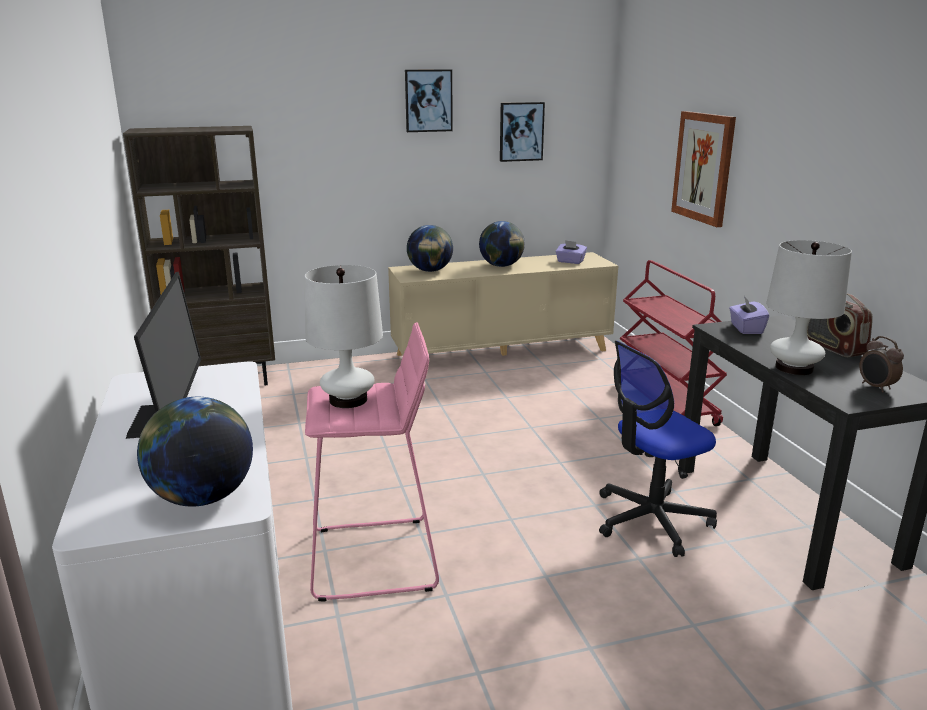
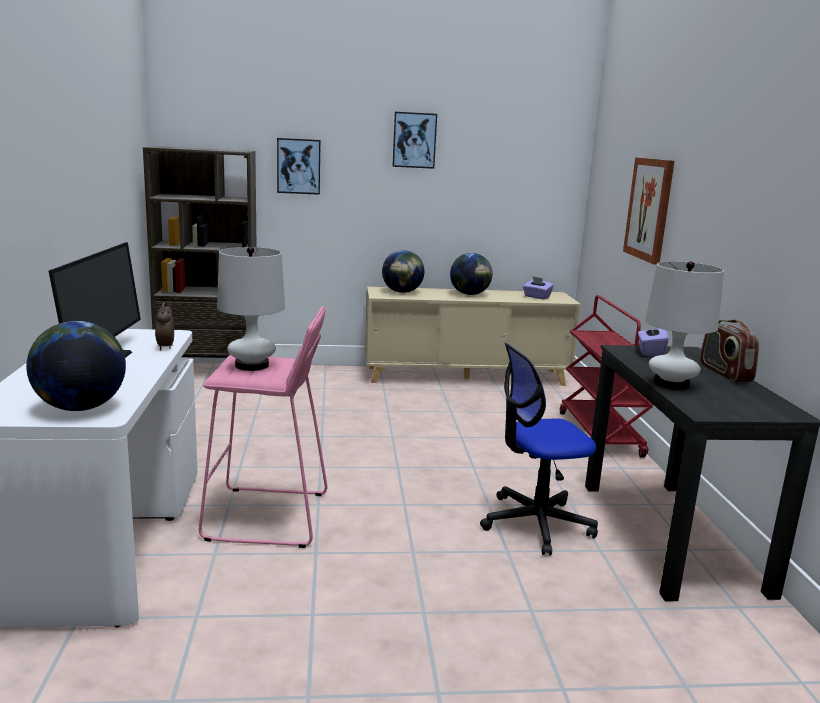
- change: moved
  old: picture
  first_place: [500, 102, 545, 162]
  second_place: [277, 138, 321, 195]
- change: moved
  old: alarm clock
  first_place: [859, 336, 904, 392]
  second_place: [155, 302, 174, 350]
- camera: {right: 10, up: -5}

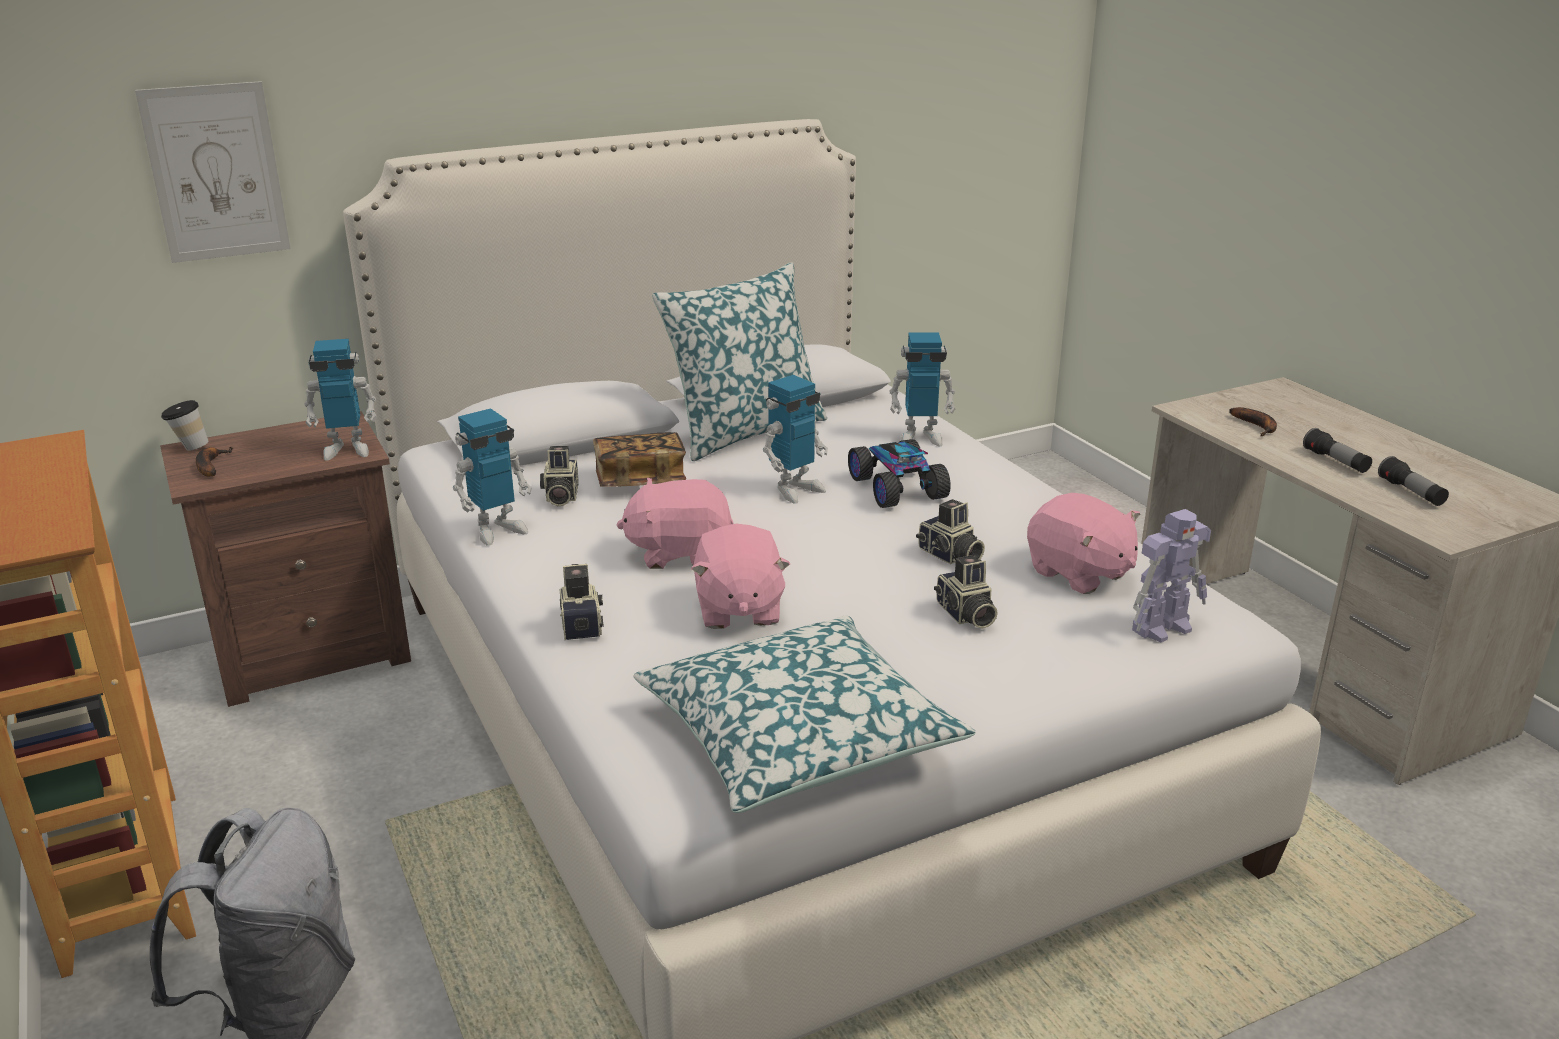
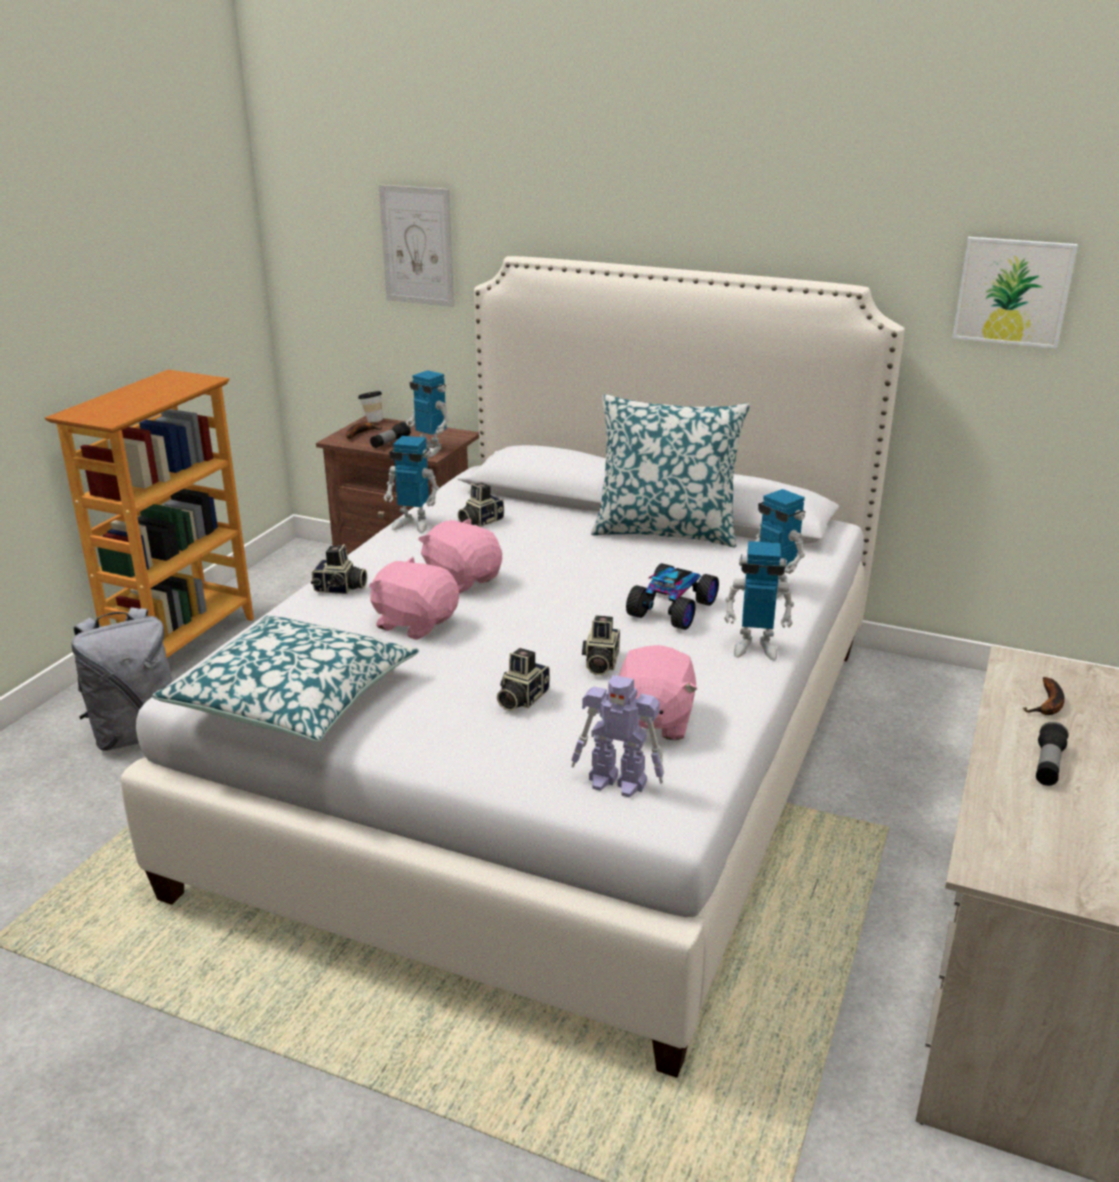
- change: turned
  old: photo camera
  first_place: [560, 564, 604, 640]
  second_place: [311, 544, 367, 594]
  degrees: 60
- change: removed
  old: book
  first_place: [593, 432, 686, 487]
- change: turned
  old: plush toy (pink)
  first_place: [691, 524, 790, 629]
  second_place: [369, 557, 459, 640]
  degrees: 75
- change: moved
  old: toy robot
  first_place: [763, 375, 828, 503]
  second_place: [724, 541, 794, 661]
- change: moved
  old: flashlight
  first_place: [1378, 456, 1449, 506]
  second_place: [370, 421, 411, 448]
- change: added
  new: picture
  second_place: [952, 237, 1078, 349]
- camera: {right: 50, up: 0}

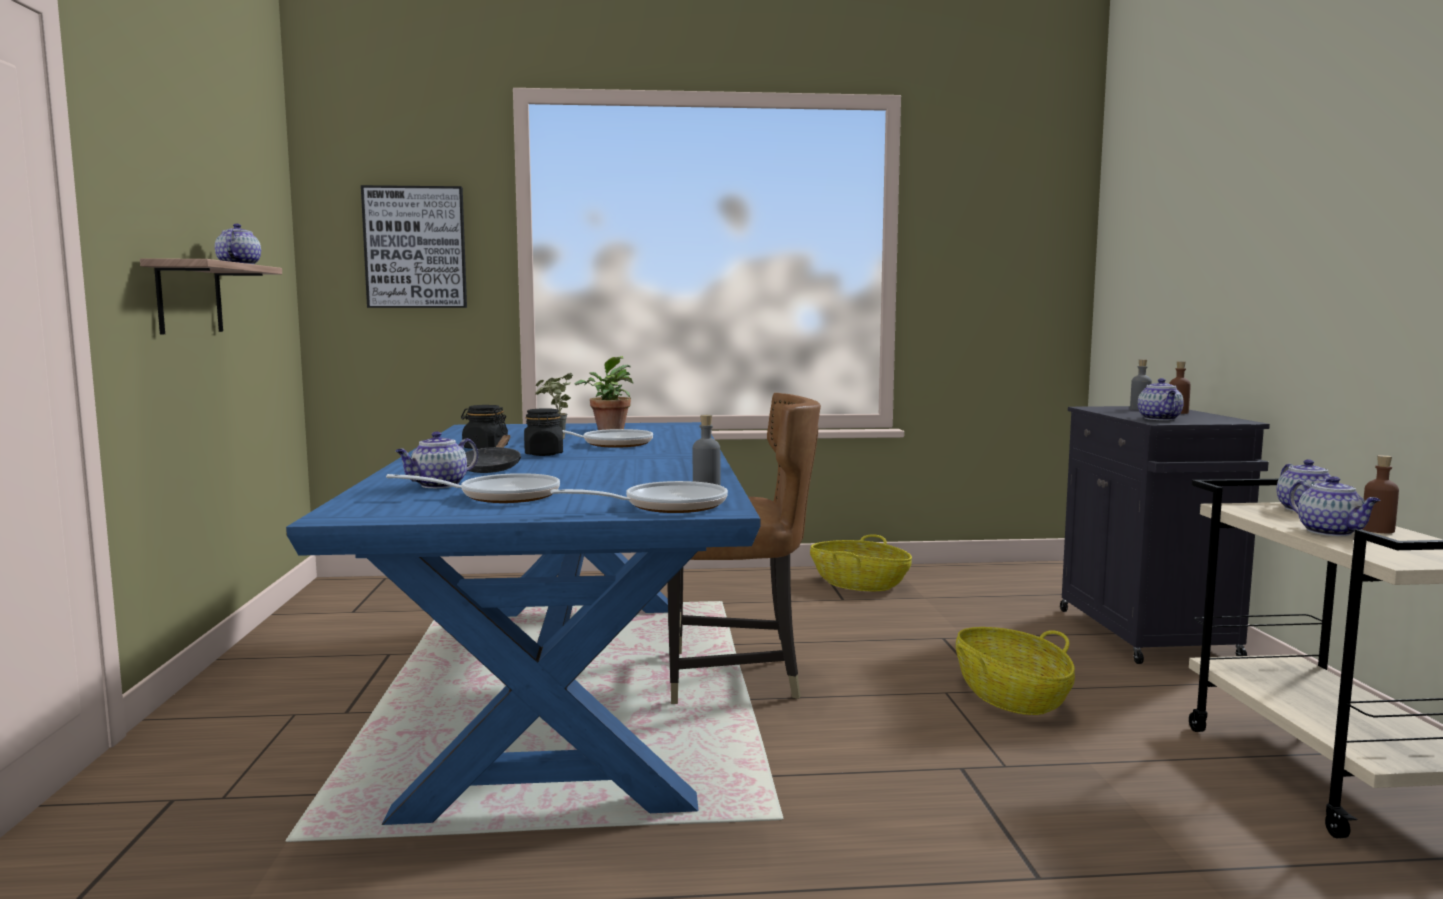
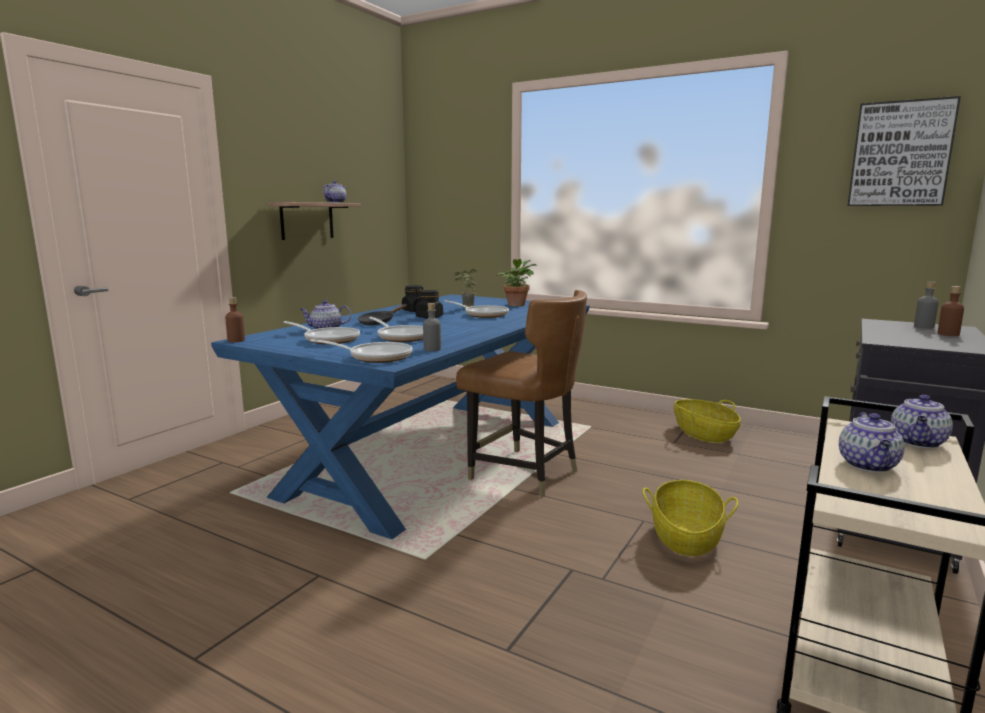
- change: moved
  old: picture
  first_place: [361, 185, 467, 308]
  second_place: [847, 96, 961, 206]
- change: removed
  old: teapot
  first_place: [1138, 378, 1184, 421]
- change: moved
  old: bottle (brown)
  first_place: [1362, 455, 1399, 533]
  second_place: [225, 297, 245, 342]
- change: added
  new: frying pan
  second_place: [369, 317, 423, 342]
- camera: {right: 35, up: 5}

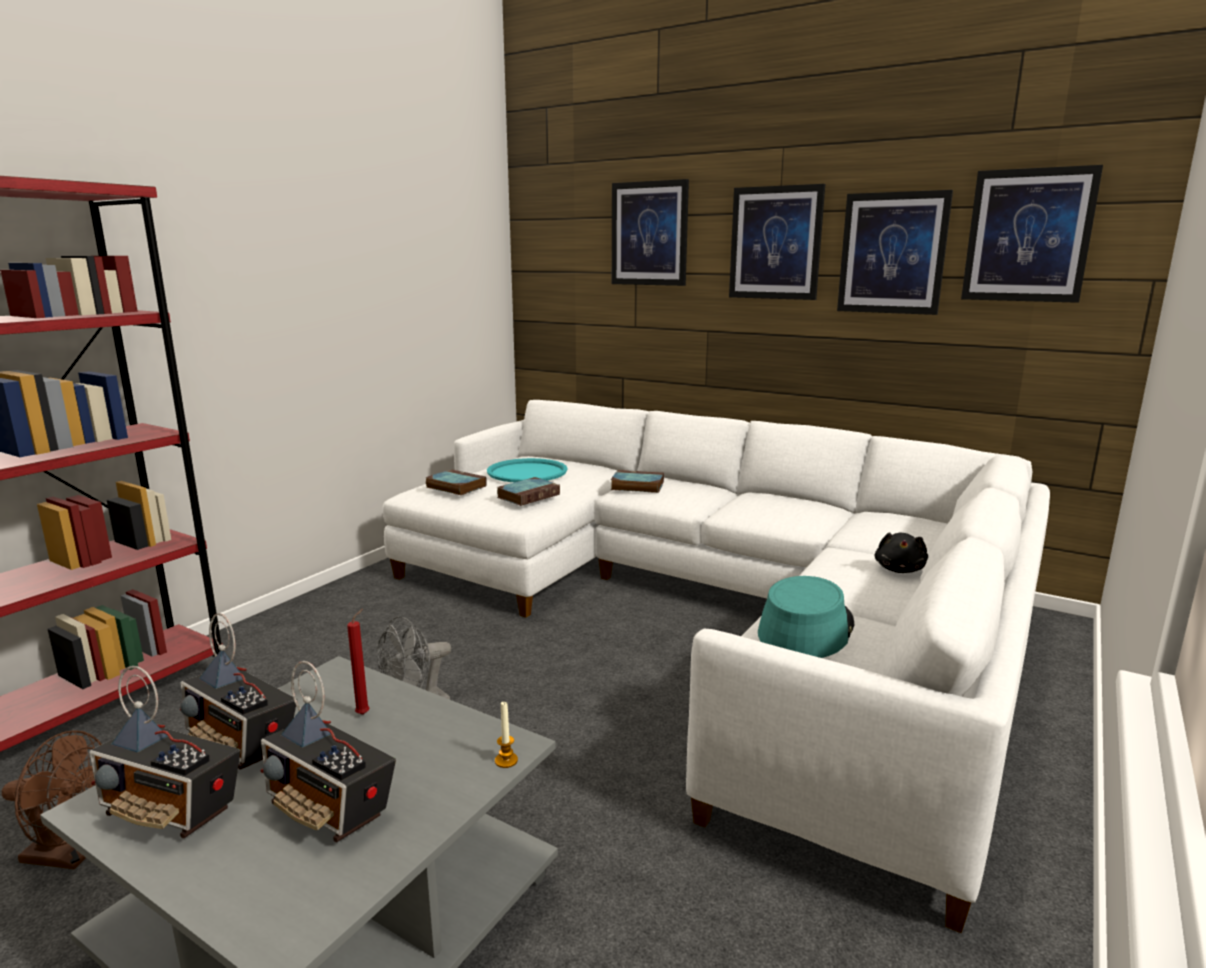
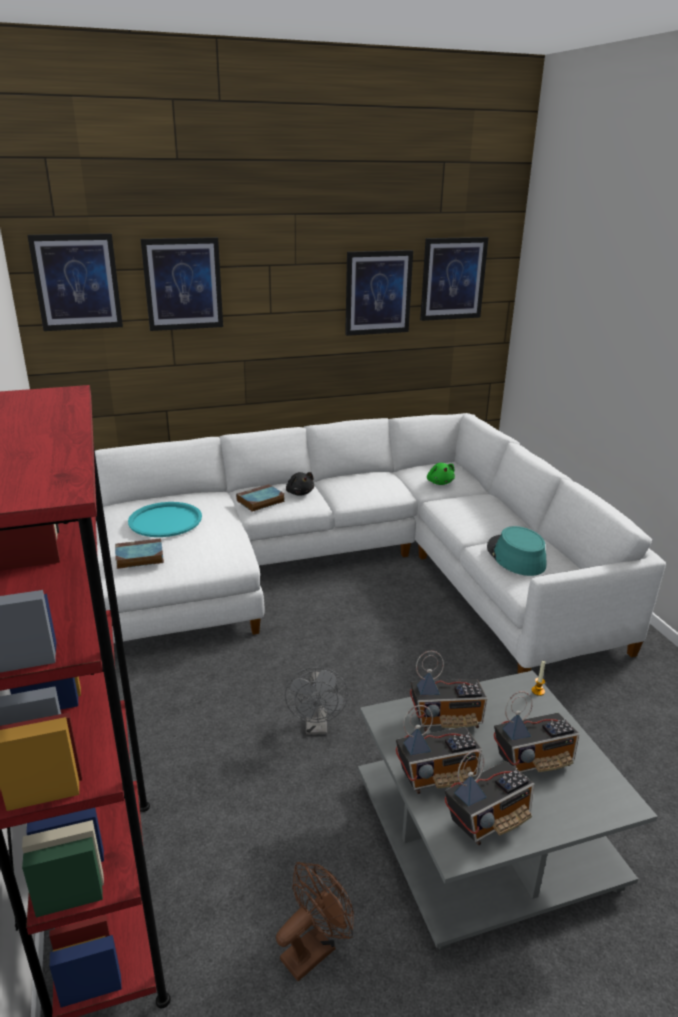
- change: replaced
  old: candle (red)
  new: radio
  first_place: [347, 609, 370, 715]
  second_place: [410, 651, 487, 731]
- change: removed
  old: book
  first_place: [497, 477, 560, 506]
- change: moved
  old: picture
  first_place: [729, 184, 825, 300]
  second_place: [27, 233, 123, 331]
- change: moved
  old: plush toy (black)
  first_place: [875, 532, 928, 573]
  second_place: [286, 472, 314, 495]
- change: added
  new: plush toy (green)
  second_place: [427, 463, 455, 485]
- camera: {right: -50, up: 10}

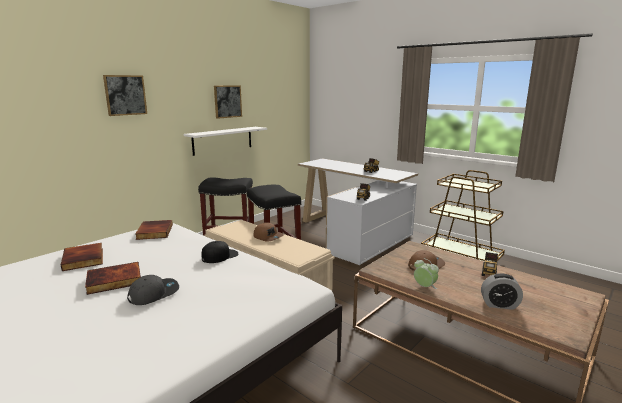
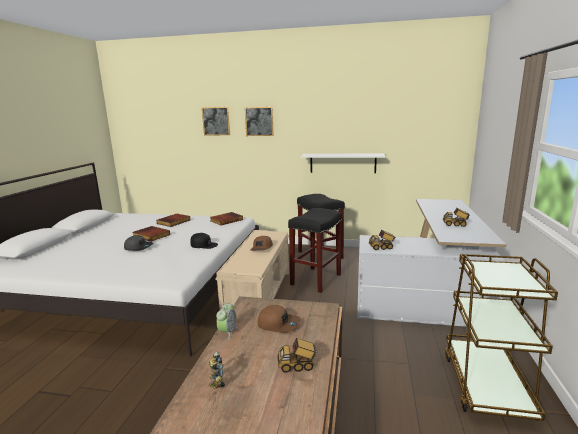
- change: moved
  old: picture
  first_place: [214, 85, 242, 119]
  second_place: [202, 107, 230, 136]
- change: replaced
  old: alarm clock
  new: toy robot
  first_place: [481, 273, 523, 310]
  second_place: [209, 351, 225, 389]
- camera: {right: 60, up: 0}

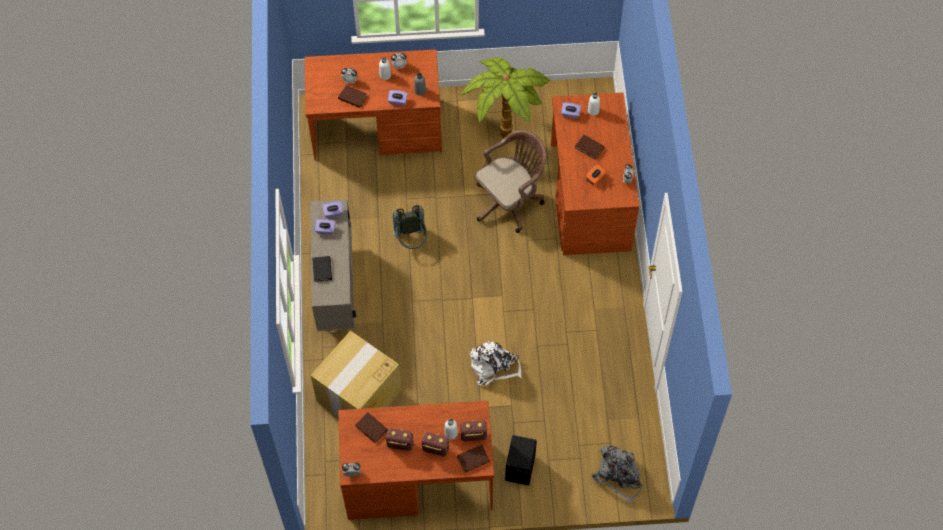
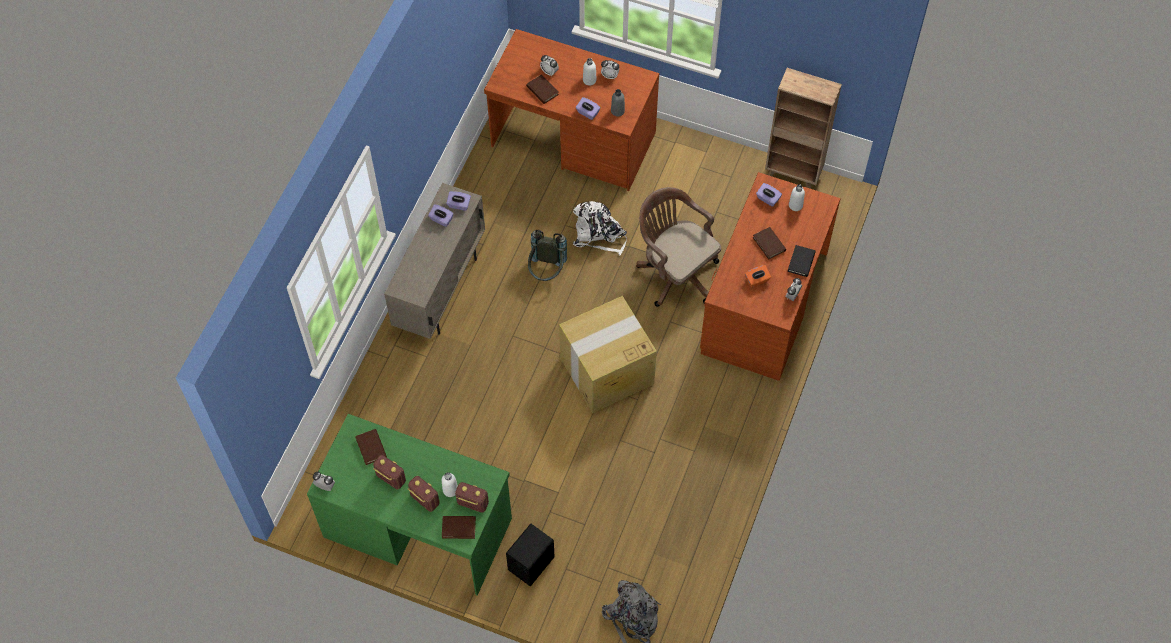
- change: moved
  old: cardboard box
  first_place: [311, 331, 402, 416]
  second_place: [559, 296, 657, 413]
- change: moved
  old: book (black)
  first_place: [312, 256, 332, 282]
  second_place: [787, 245, 816, 277]
- change: recoloured
  old: desk (brown)
  new: desk (green)
  first_place: [338, 401, 494, 520]
  second_place: [307, 414, 512, 596]
- change: removed
  old: potted plant
  first_place: [460, 58, 550, 138]
- change: moved
  old: backpack (white)
  first_place: [470, 341, 521, 386]
  second_place: [572, 201, 627, 256]
- change: turned
  old: office chair (brown)
  first_place: [475, 130, 546, 233]
  second_place: [636, 187, 721, 307]
  degrees: -120
- change: added
  new: bookcase (brown)
  second_place: [765, 68, 842, 189]
- camera: {right: 25, up: 0}

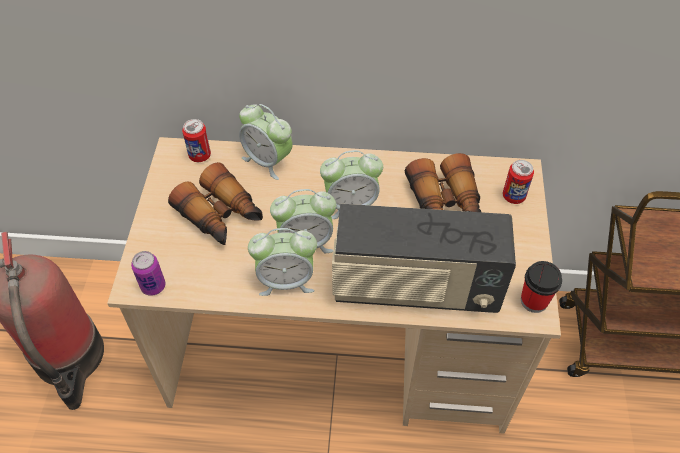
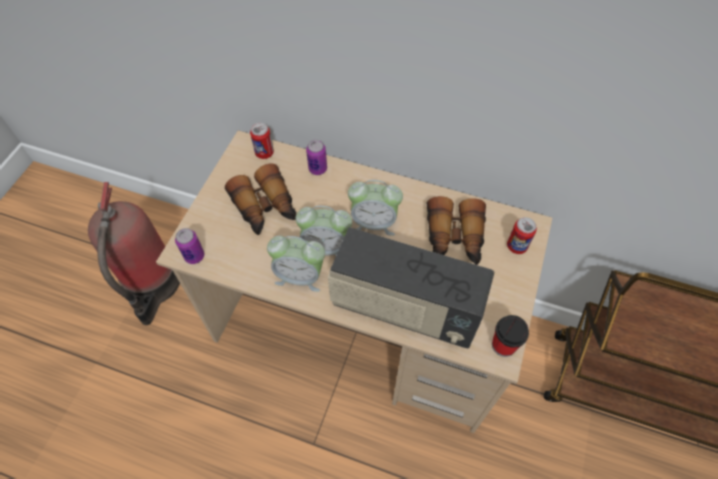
- change: replaced
  old: alarm clock
  new: can
  first_place: [239, 104, 293, 180]
  second_place: [306, 140, 327, 175]
- camera: {right: 15, up: 5}

